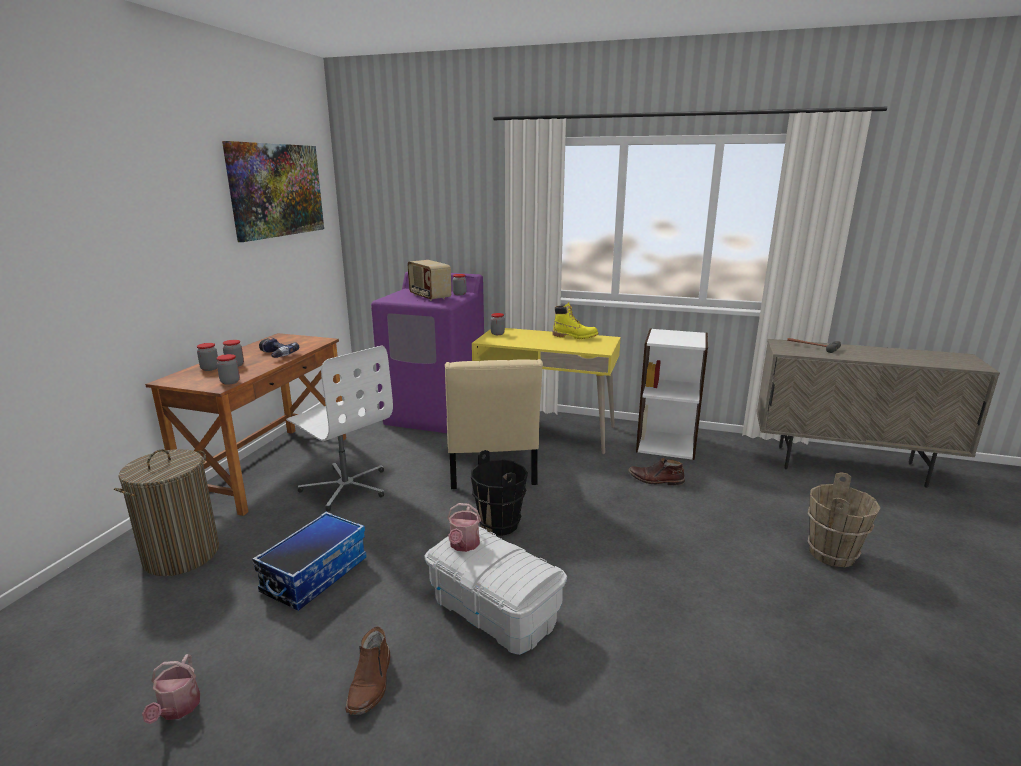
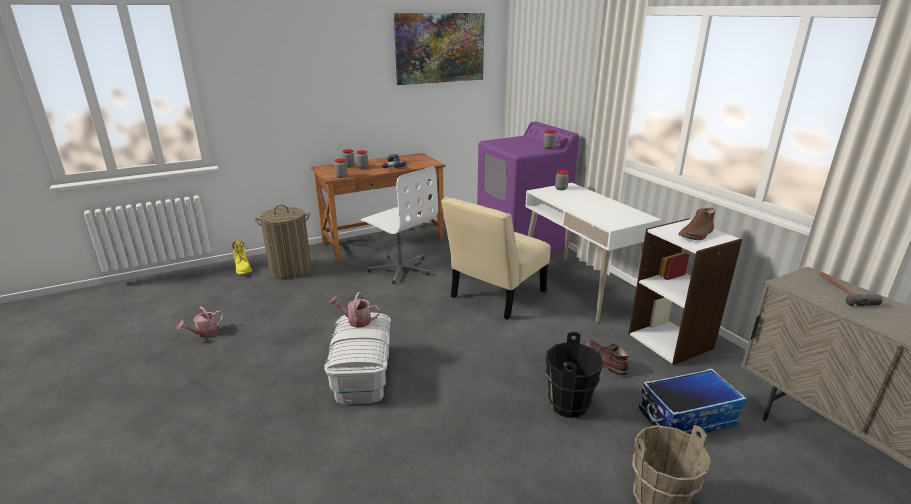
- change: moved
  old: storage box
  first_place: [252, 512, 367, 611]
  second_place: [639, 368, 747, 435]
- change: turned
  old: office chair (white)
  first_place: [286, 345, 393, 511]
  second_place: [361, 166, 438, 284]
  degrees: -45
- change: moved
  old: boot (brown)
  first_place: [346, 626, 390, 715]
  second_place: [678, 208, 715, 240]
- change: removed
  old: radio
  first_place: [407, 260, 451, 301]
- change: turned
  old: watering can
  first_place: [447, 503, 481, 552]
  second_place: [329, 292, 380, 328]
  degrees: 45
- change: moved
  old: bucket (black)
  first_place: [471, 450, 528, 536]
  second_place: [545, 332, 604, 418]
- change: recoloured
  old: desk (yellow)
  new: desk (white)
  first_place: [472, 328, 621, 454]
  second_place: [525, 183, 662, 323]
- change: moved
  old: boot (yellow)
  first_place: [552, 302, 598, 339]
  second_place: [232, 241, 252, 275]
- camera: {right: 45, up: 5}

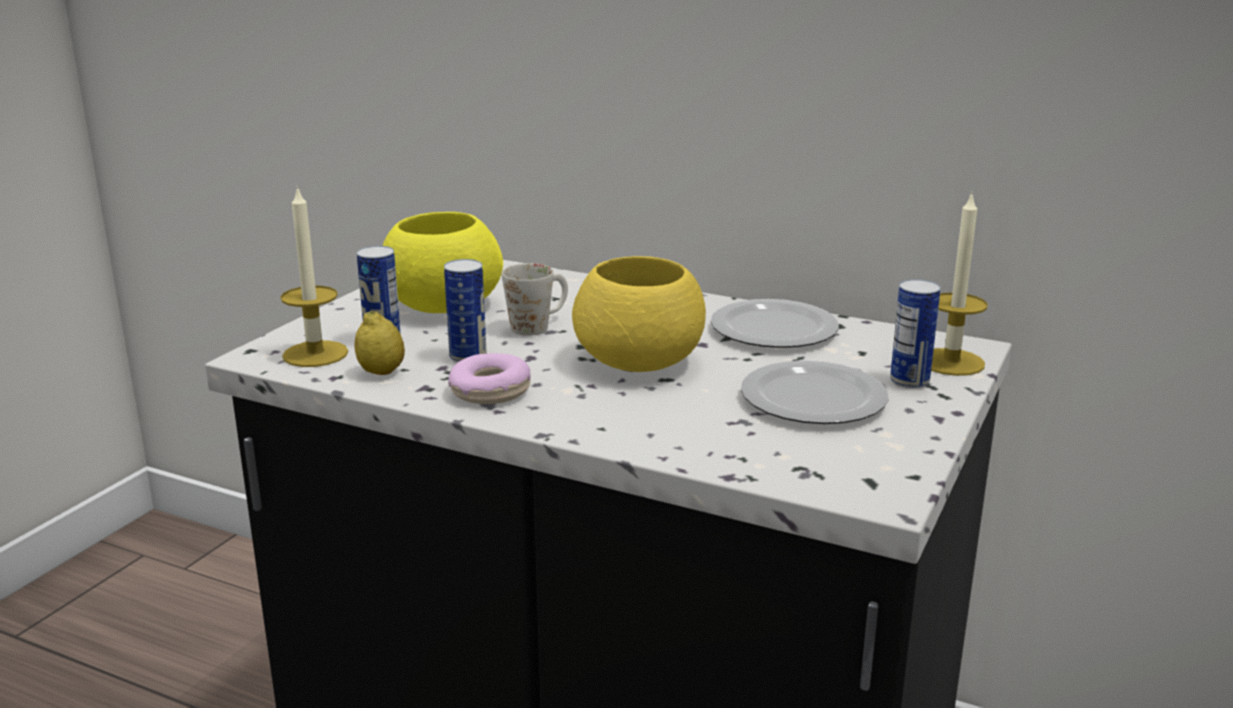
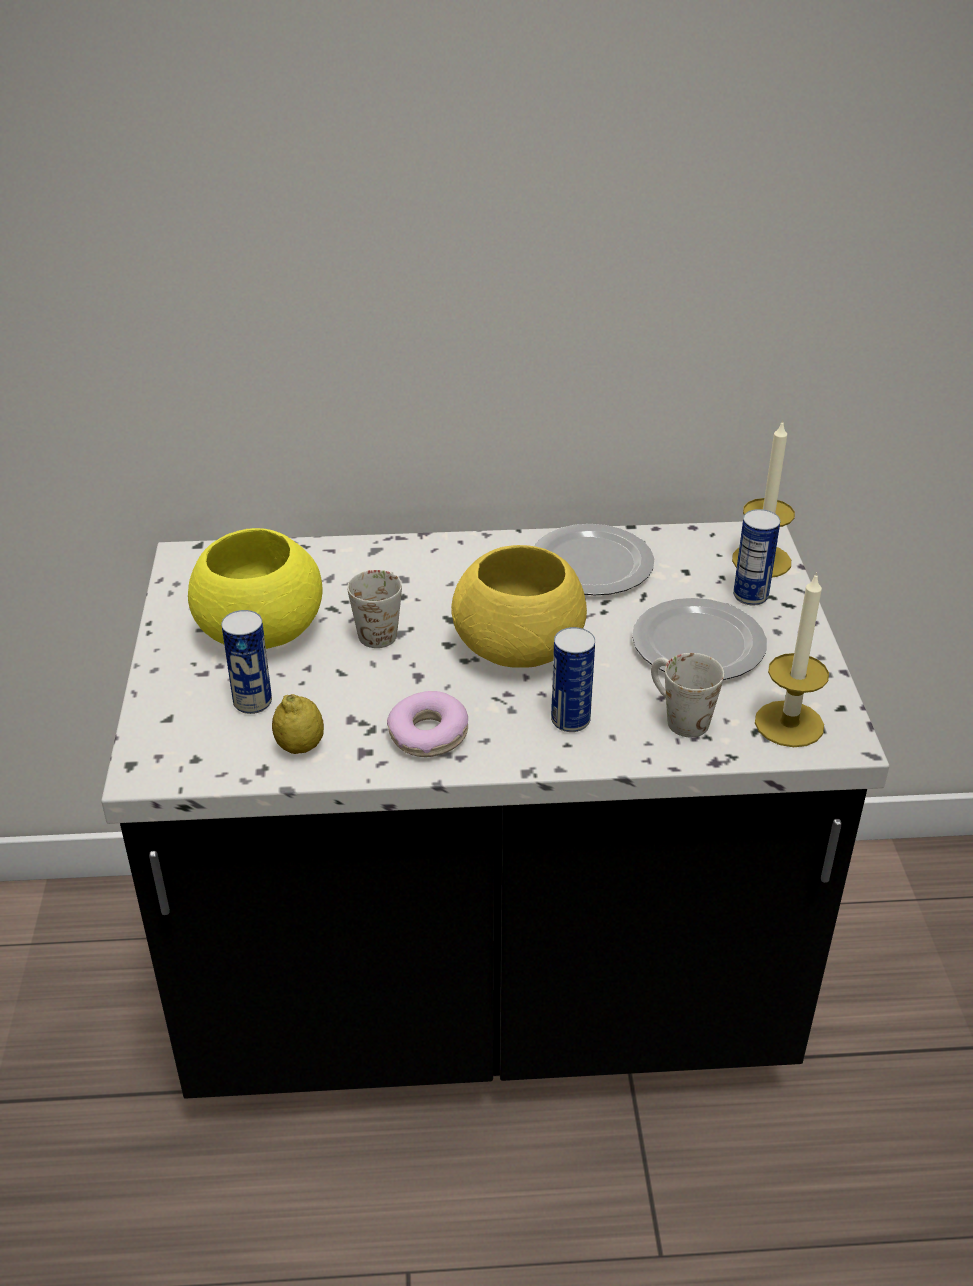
- change: moved
  old: candle
  first_place: [280, 186, 348, 367]
  second_place: [755, 572, 829, 747]
- change: moved
  old: can
  first_place: [444, 259, 487, 362]
  second_place: [551, 627, 595, 732]
- change: added
  new: mug (white)
  second_place: [651, 653, 724, 737]
- camera: {right: -30, up: 15}

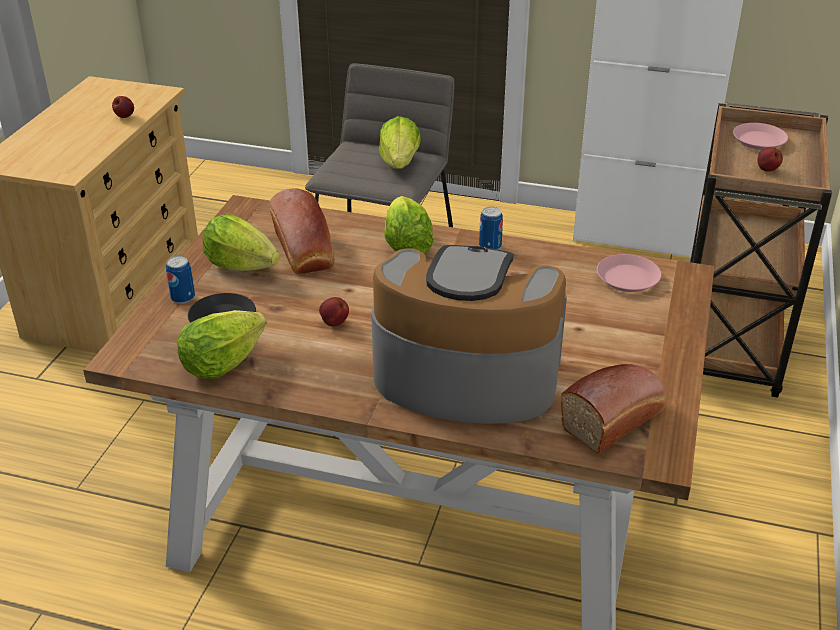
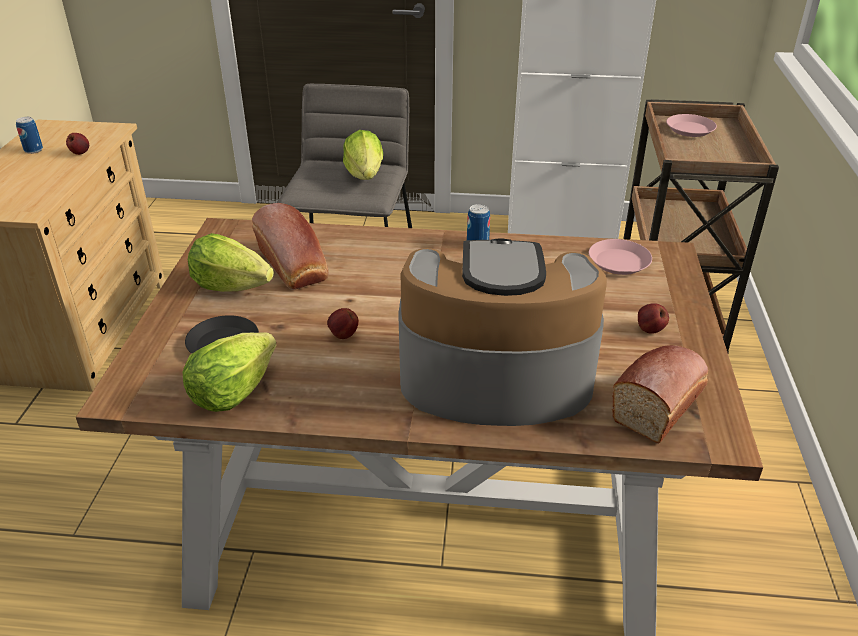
- change: moved
  old: can
  first_place: [166, 256, 195, 304]
  second_place: [16, 117, 43, 154]
- change: removed
  old: lettuce
  first_place: [384, 196, 434, 254]
- change: moved
  old: apple
  first_place: [757, 147, 783, 172]
  second_place: [638, 303, 669, 334]
- camera: {right: -10, up: 0}

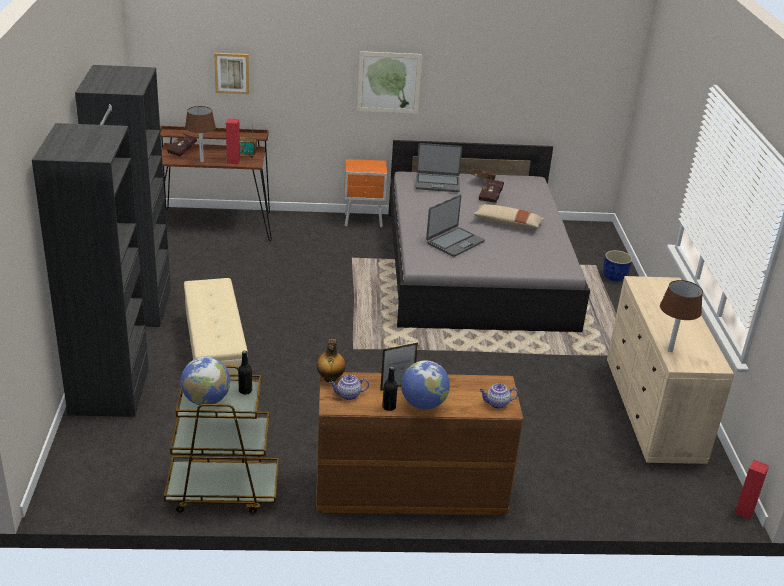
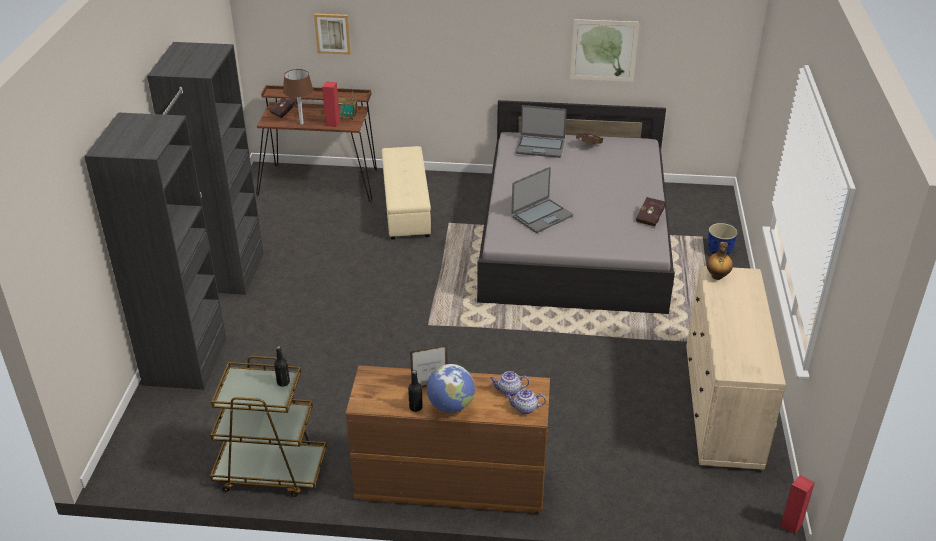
- change: removed
  old: globe
  first_place: [181, 357, 230, 405]
- change: moved
  old: ottoman (beige)
  first_place: [184, 278, 248, 380]
  second_place: [382, 146, 431, 240]
- change: moved
  old: bottle
  first_place: [316, 339, 346, 382]
  second_place: [707, 242, 733, 280]
- change: moved
  old: teapot
  first_place: [329, 375, 369, 400]
  second_place: [490, 371, 529, 396]
- change: removed
  old: nightstand (orange)
  first_place: [345, 159, 387, 228]
- change: moved
  old: picture
  first_place: [357, 51, 422, 114]
  second_place: [570, 19, 640, 82]
- change: removed
  old: pillow (beige)
  first_place: [473, 204, 545, 229]
- change: moved
  old: book (red)
  first_place: [479, 179, 504, 203]
  second_place: [636, 197, 666, 226]
- change: removed
  old: table lamp (brown)
  first_place: [660, 280, 703, 352]
- camera: {right: 10, up: 5}

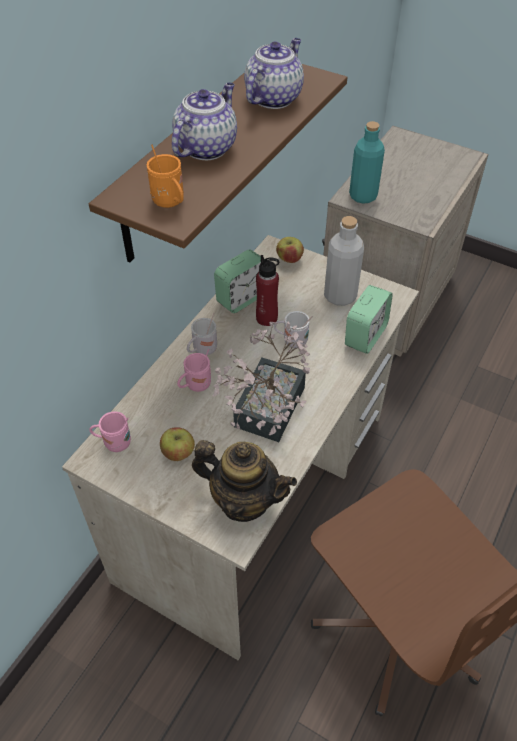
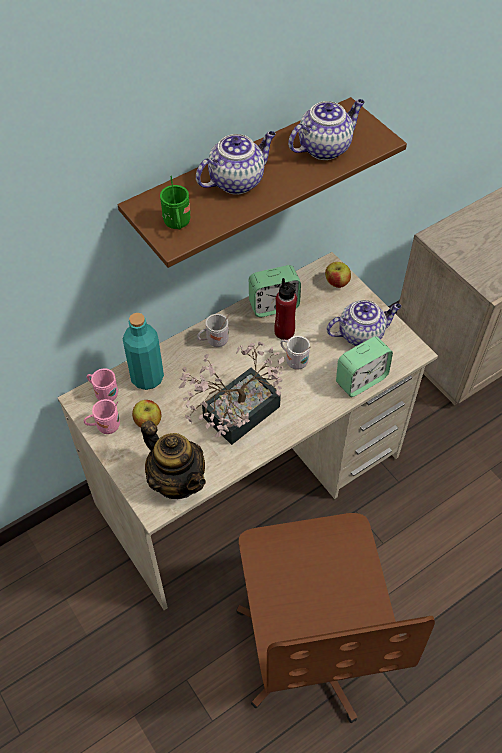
- change: recoloured
  old: mug (orange)
  new: mug (green)
  first_place: [146, 145, 184, 208]
  second_place: [160, 176, 190, 230]
- change: moved
  old: mug (pink)
  first_place: [177, 349, 211, 392]
  second_place: [84, 399, 120, 434]
- change: replaced
  old: bottle (grey)
  new: teapot
  first_place: [324, 216, 364, 306]
  second_place: [327, 300, 401, 346]
- change: moved
  old: bottle (turquoise)
  first_place: [349, 121, 385, 204]
  second_place: [123, 313, 164, 390]
- camera: {right: 25, up: 5}

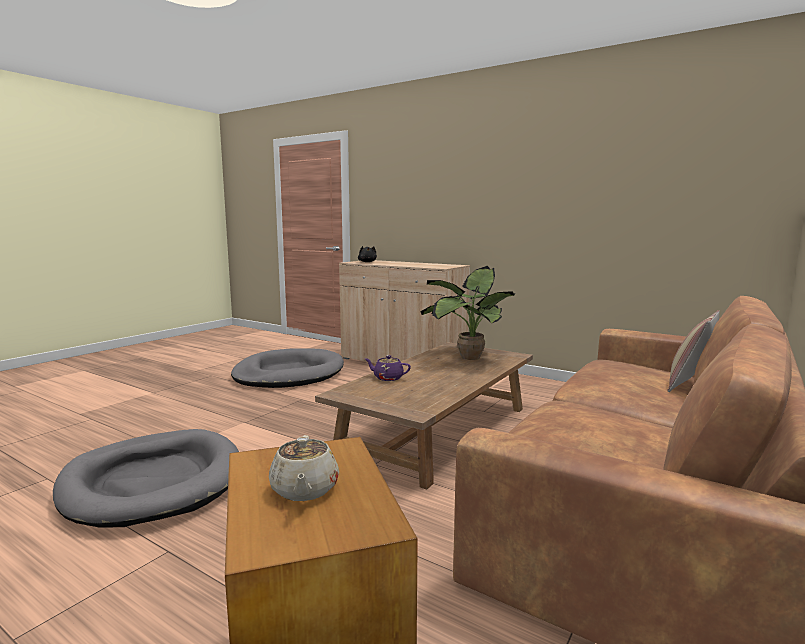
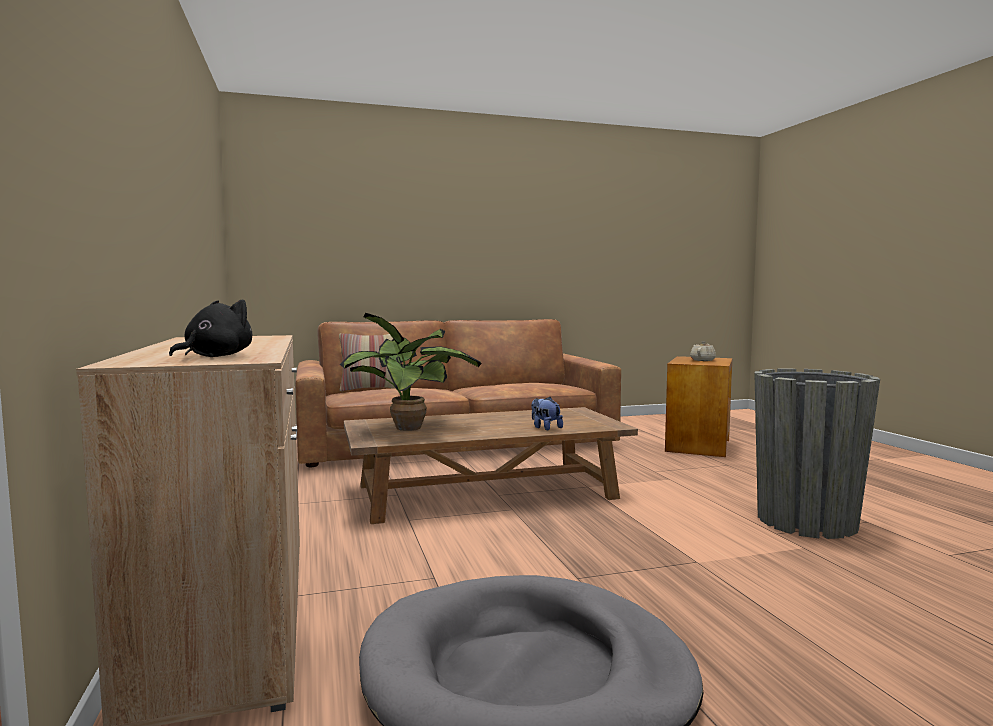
- change: replaced
  old: dog bed (grey)
  new: planter (grey)
  first_place: [53, 429, 239, 528]
  second_place: [754, 369, 880, 539]
- change: replaced
  old: teapot (purple)
  new: plush toy
  first_place: [365, 355, 411, 381]
  second_place: [531, 397, 563, 430]
- camera: {right: -140, up: -5}

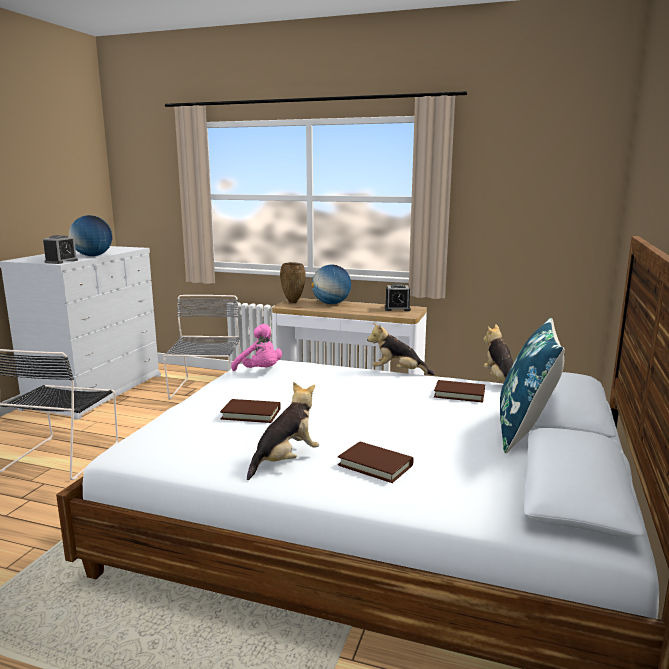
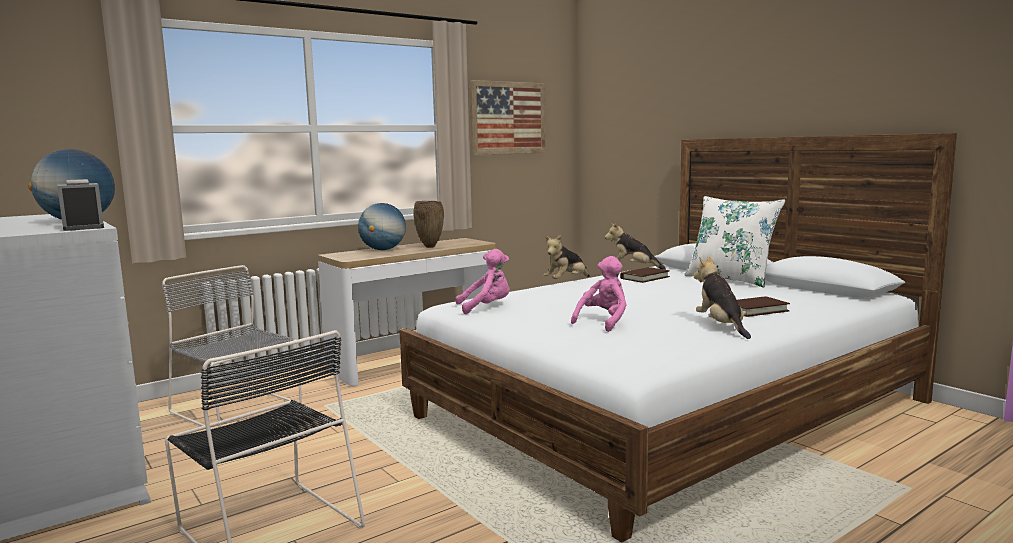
- change: replaced
  old: book (brown)
  new: plush toy (pink)
  first_place: [220, 399, 281, 423]
  second_place: [571, 256, 627, 332]
- change: moved
  old: vase (brown)
  first_place: [280, 262, 306, 303]
  second_place: [413, 201, 444, 248]
- change: removed
  old: alarm clock
  first_place: [385, 284, 411, 311]
- change: recoloured
  old: pillow (blue)
  new: pillow (white)
  first_place: [500, 318, 565, 453]
  second_place: [684, 196, 785, 288]
- change: added
  new: picture
  second_place: [469, 80, 546, 155]
- camera: {right: -55, up: -5}

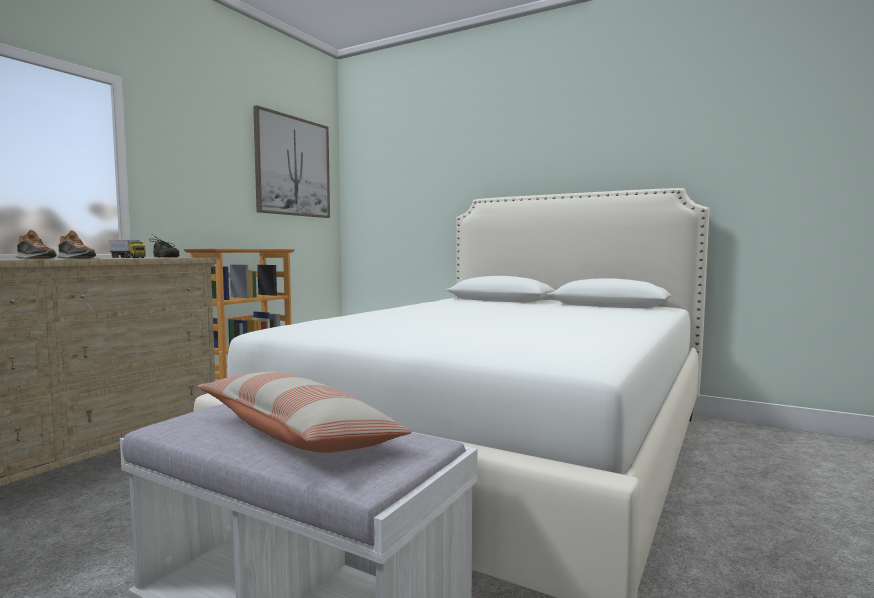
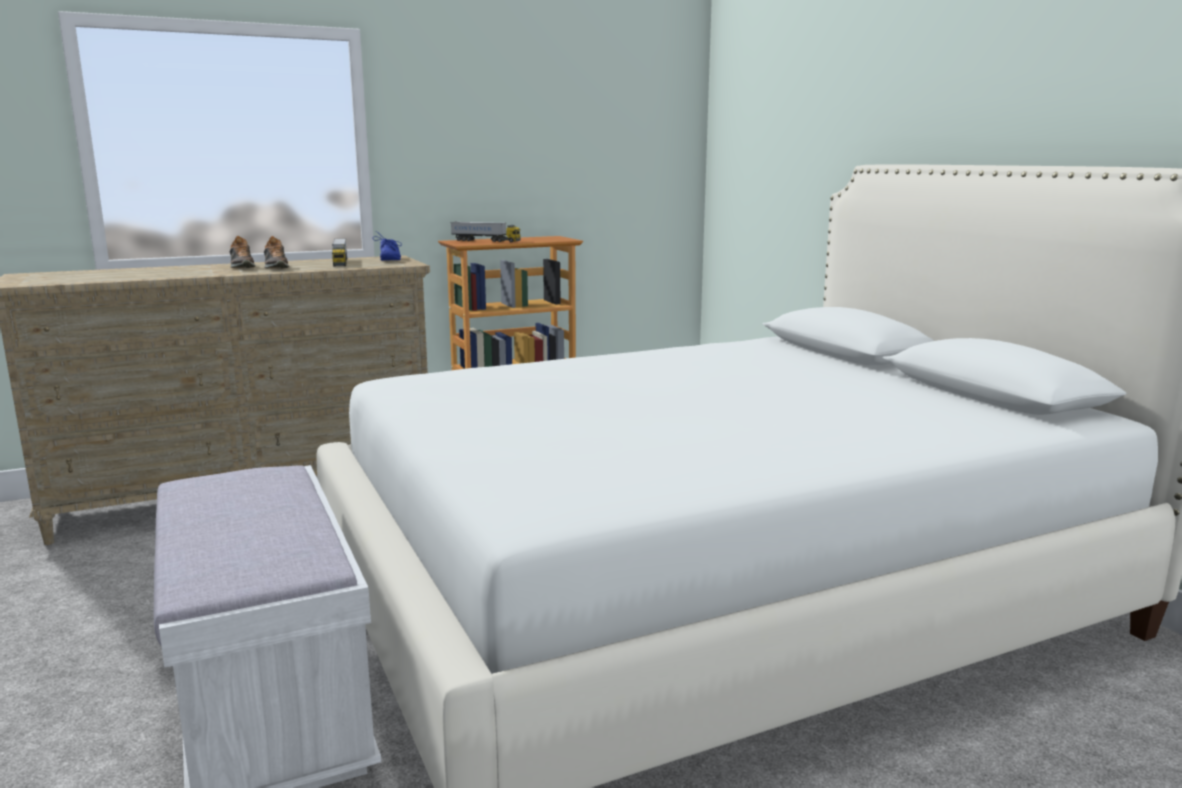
- change: recoloured
  old: shoe (grey)
  new: shoe (blue)
  first_place: [149, 235, 179, 257]
  second_place: [372, 231, 402, 261]
- change: removed
  old: pillow
  first_place: [197, 372, 412, 453]
- change: removed
  old: picture
  first_place: [253, 105, 330, 218]
- change: added
  new: toy truck
  second_place: [451, 222, 521, 242]
- camera: {right: 35, up: 10}

